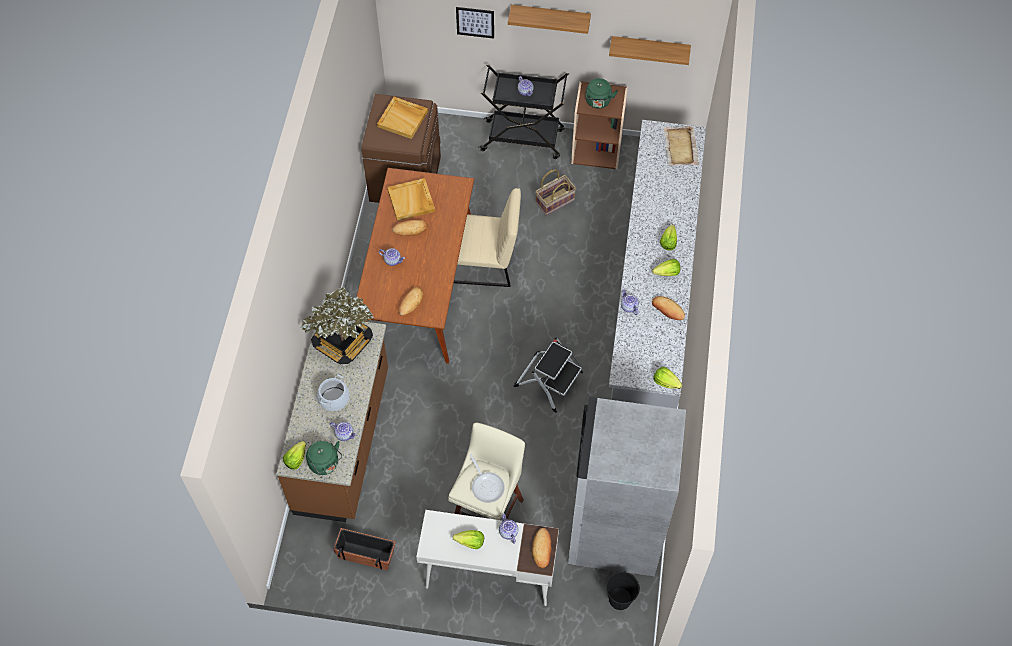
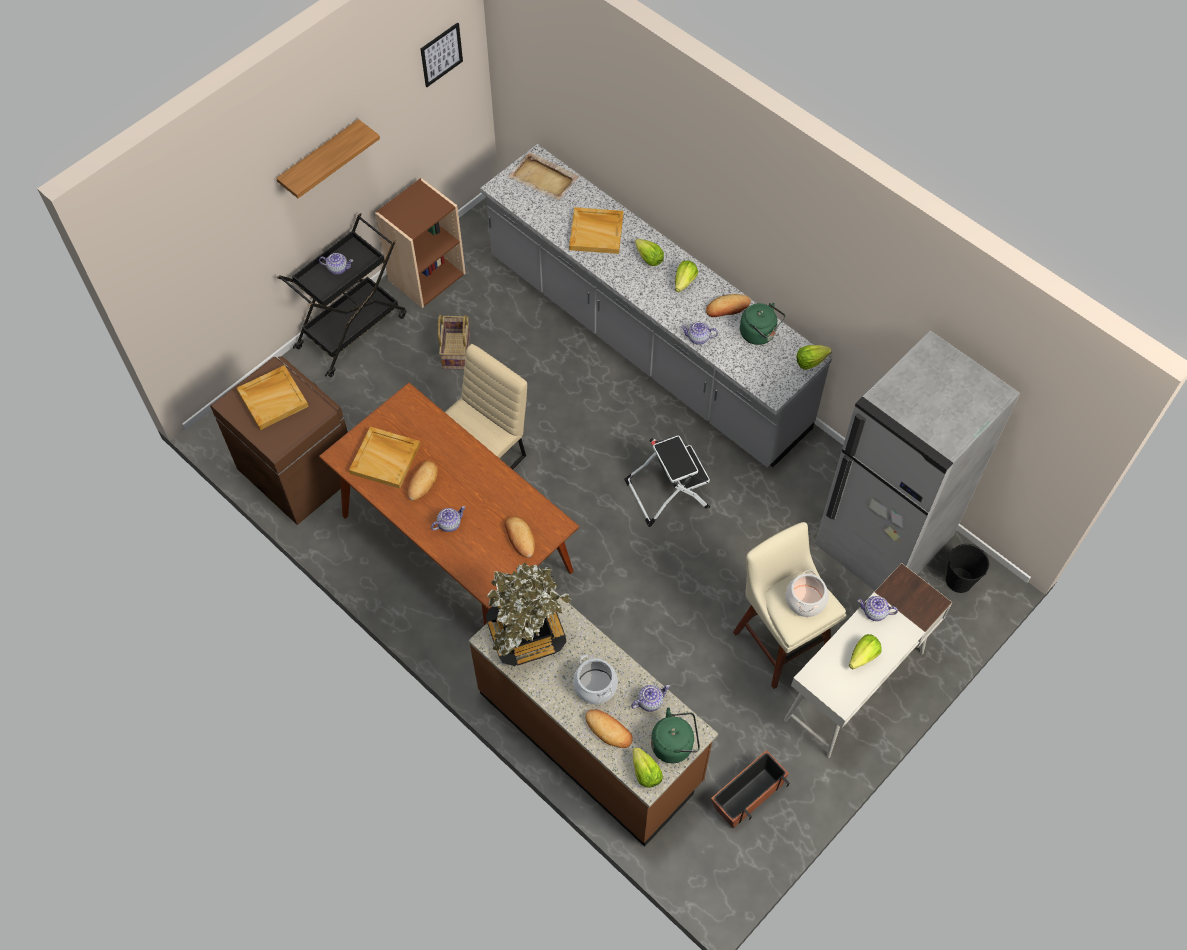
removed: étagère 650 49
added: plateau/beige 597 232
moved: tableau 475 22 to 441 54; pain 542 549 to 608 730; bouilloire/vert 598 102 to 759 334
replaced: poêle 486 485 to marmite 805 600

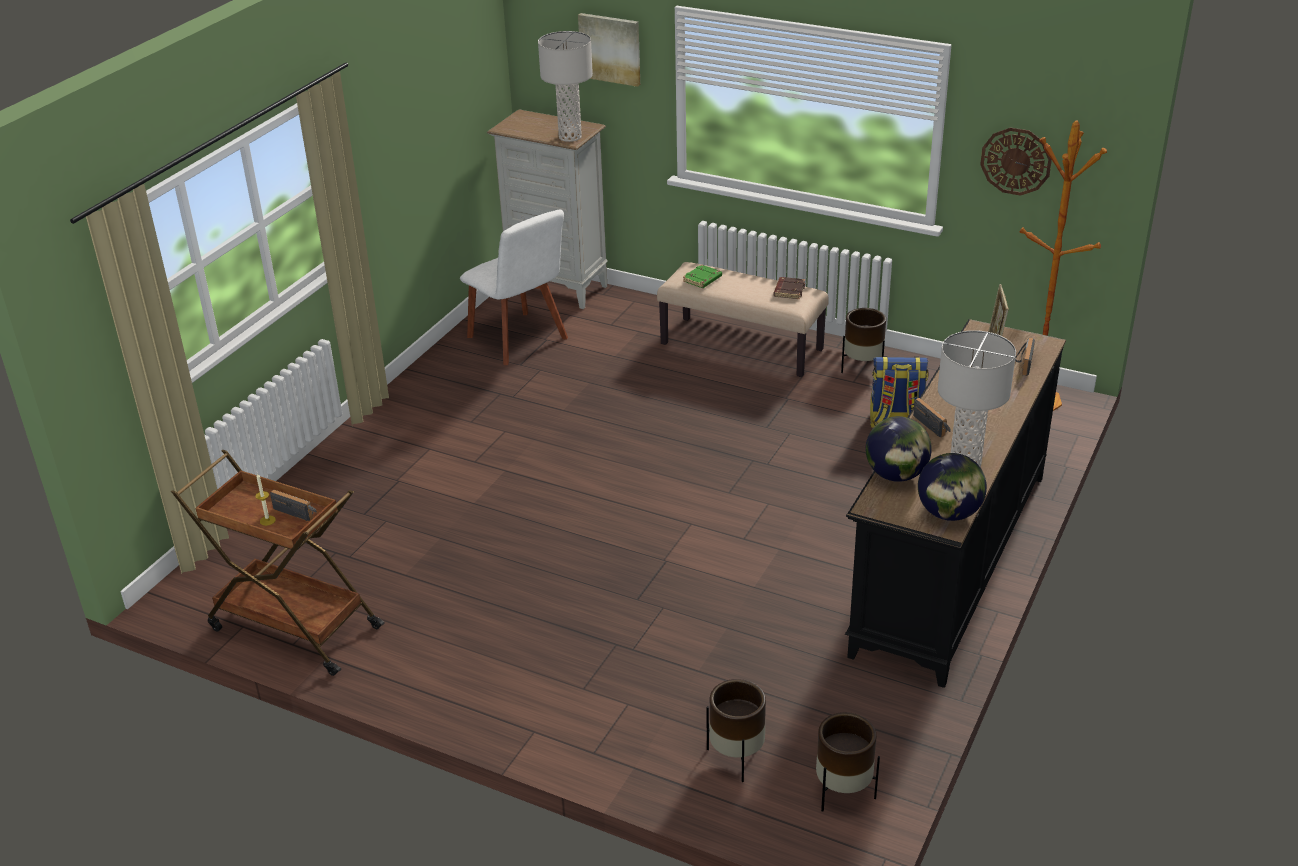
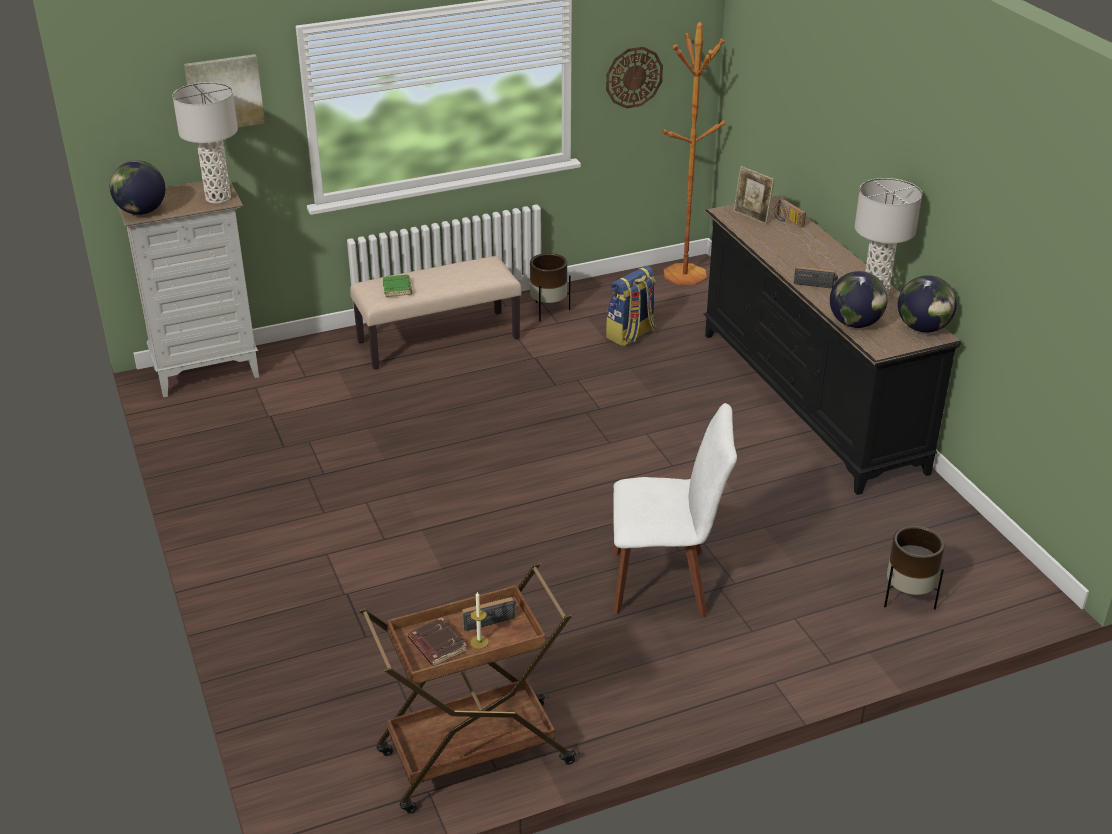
removed: cache-pot/marron 843 793
added: globe 141 211
moved: chaise/blanc 520 340 to 665 582; livre/marron 788 290 to 436 645

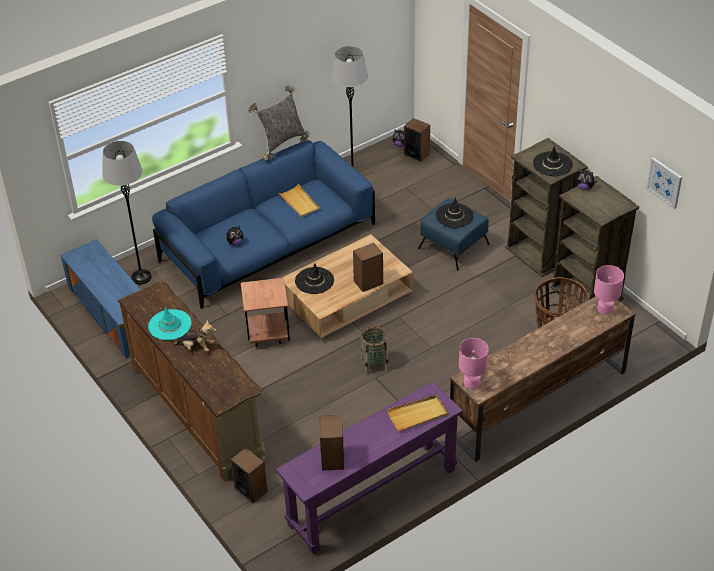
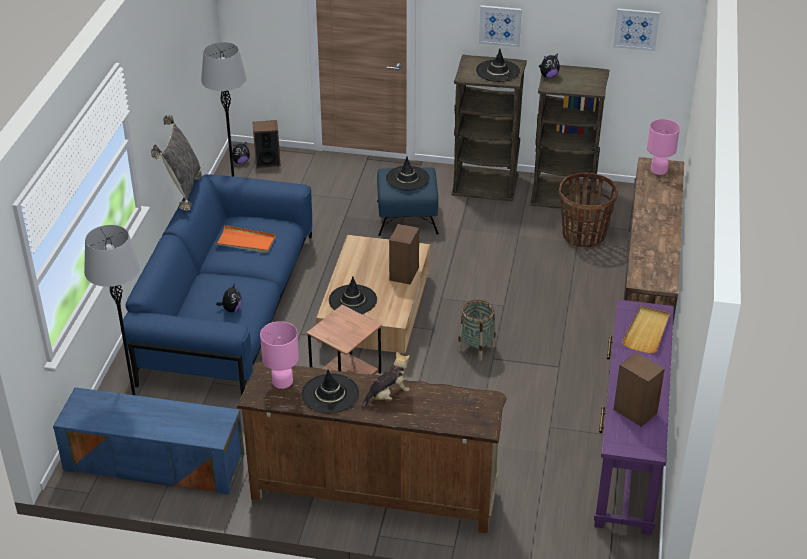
removed: enceinte 251 489
added: tableau 500 25
moved: lampe de table/rose 471 383 to 282 381
recoloured: chapeau/turquoise 170 325 to chapeau/noir 330 394; plateau/beige 299 202 to plateau/orange 246 242

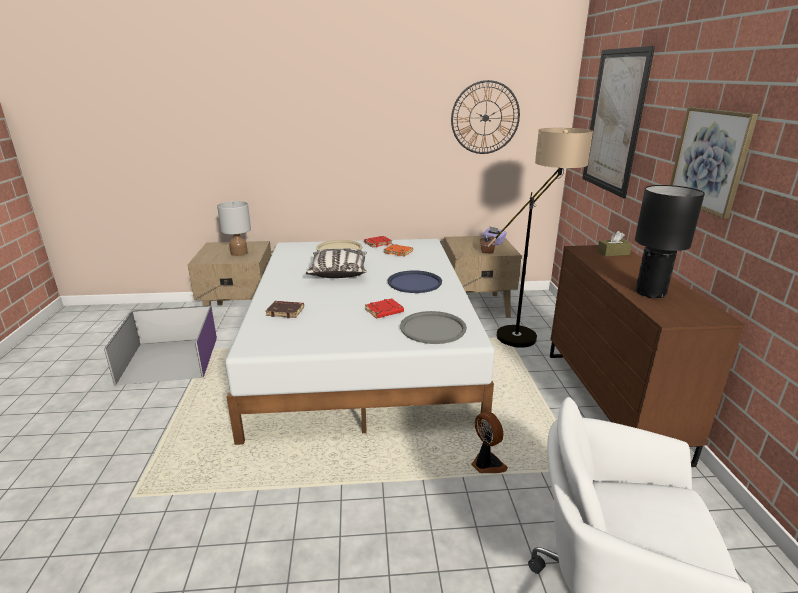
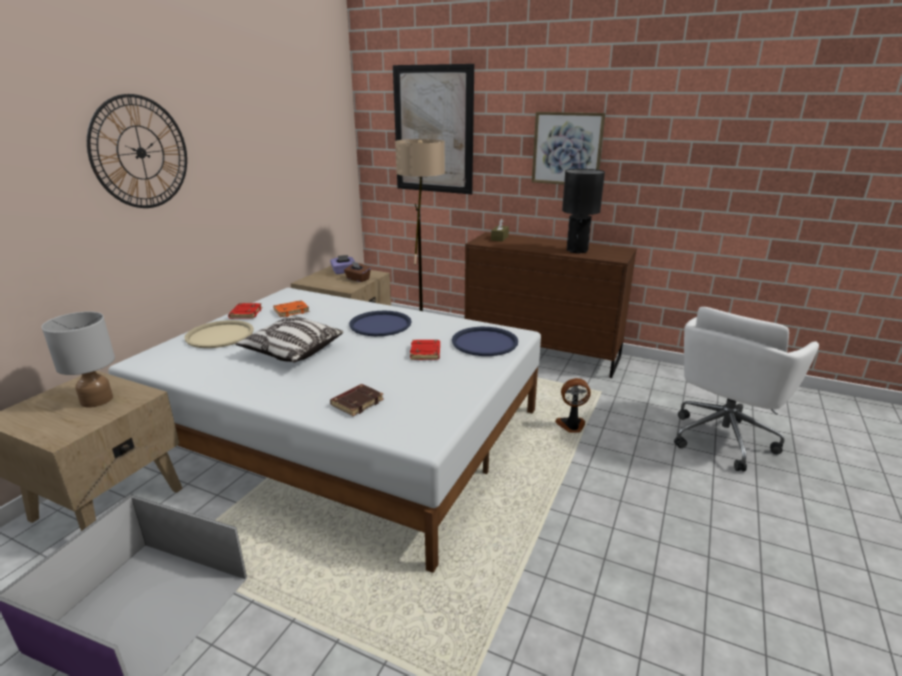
moved: horloge murale 485 118 to 140 152
recoloured: plateau/gris 432 328 to plateau/bleu 484 342

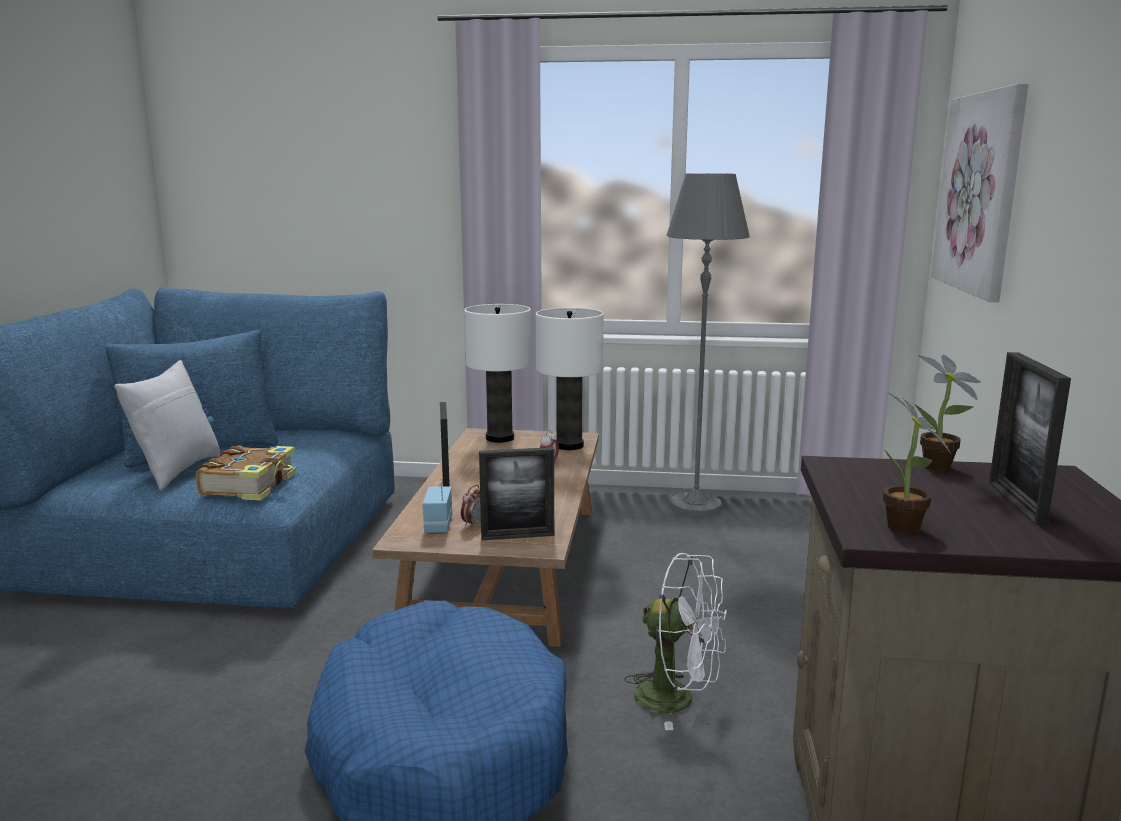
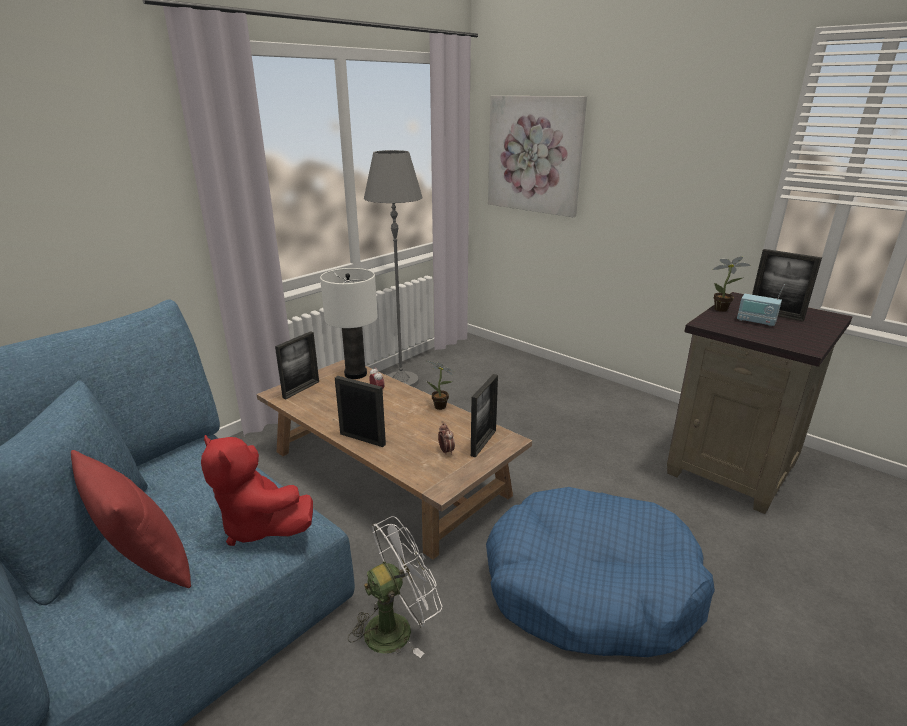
moved: radio 437 526 to 755 322; ventilateur/blanc 677 699 to 397 627; plante en pot 904 530 to 441 407
replaced: livre 251 485 to peluche/rouge 259 526; lampe de table/blanc 500 438 to cadre photo 301 389
recoloured: coussin/gris 177 472 to coussin/rouge 146 565

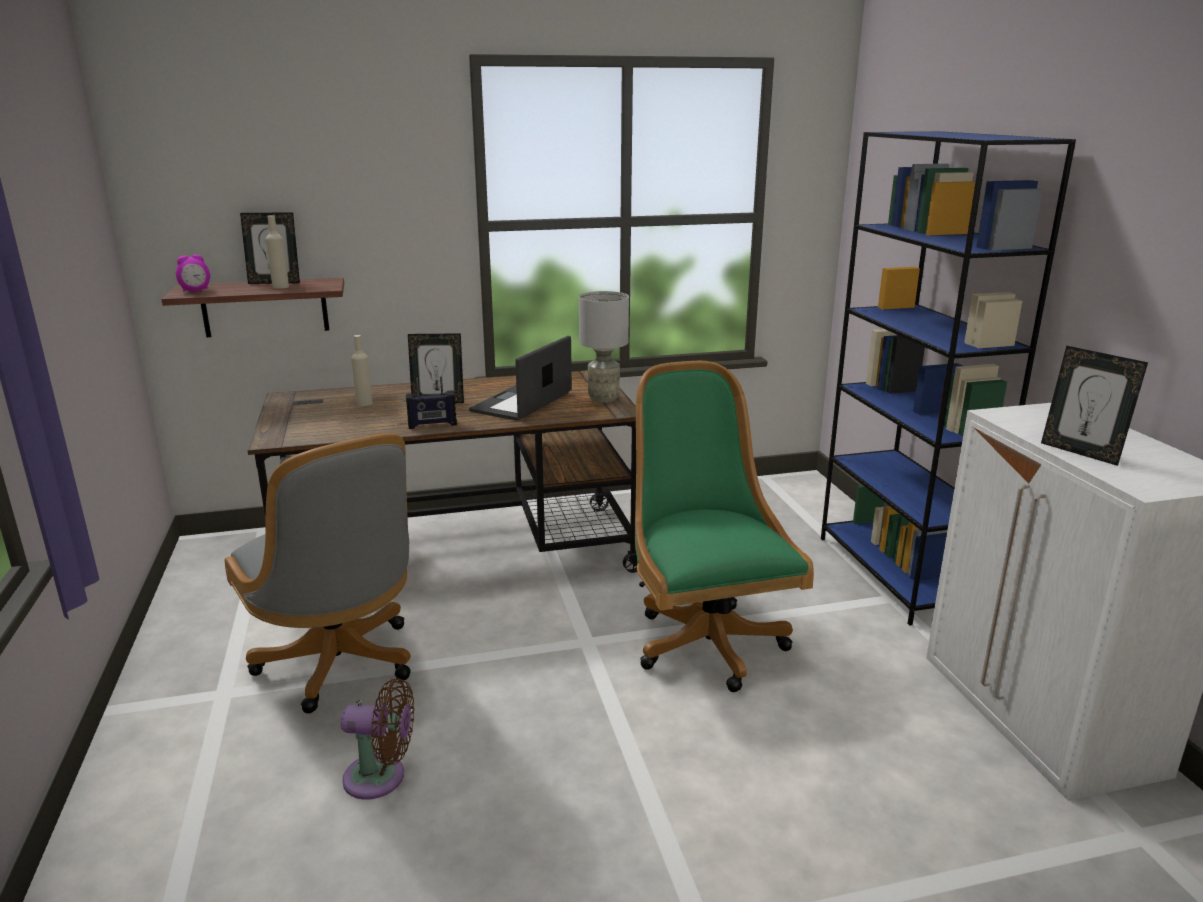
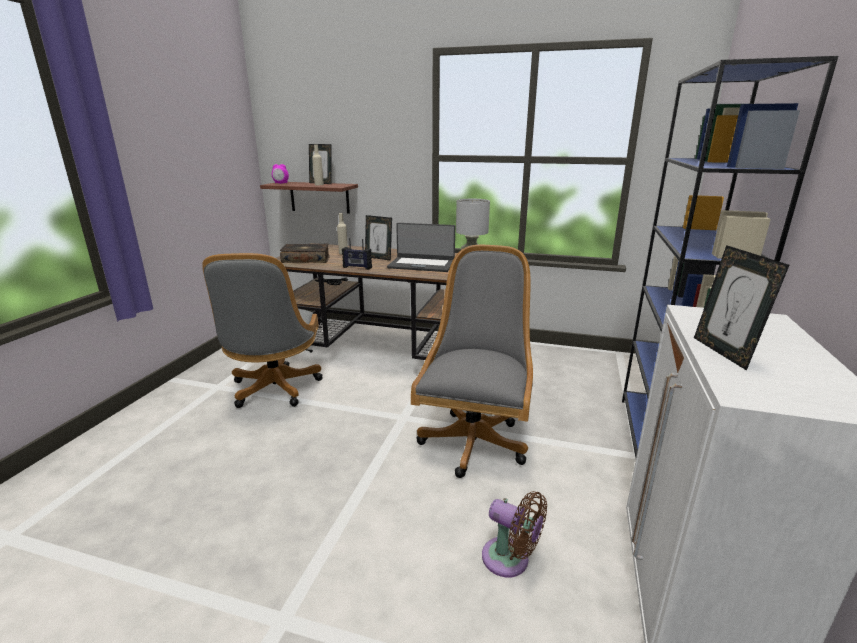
added: livre 306 259
moved: ventilateur/marron 381 777 to 510 560
recoloured: chaise de bureau/vert 703 637 to chaise de bureau/gris 474 437
turned: ordinateur portable 523 402 = 421 265 135 degrees counterclockwise

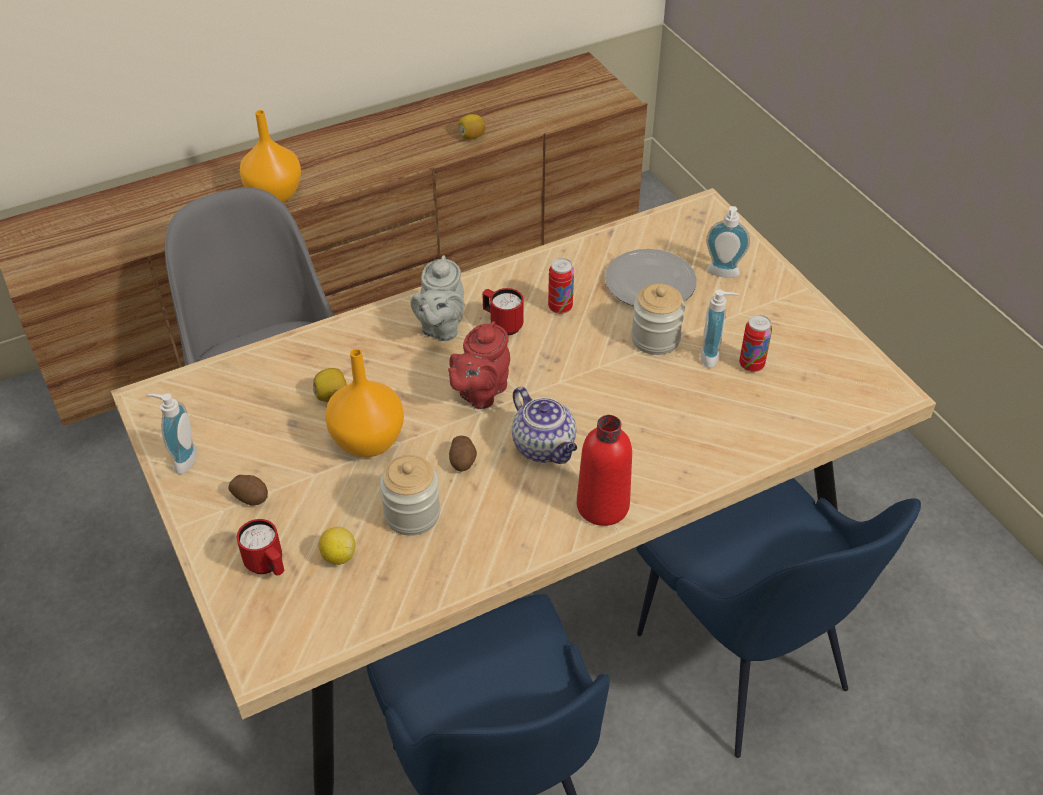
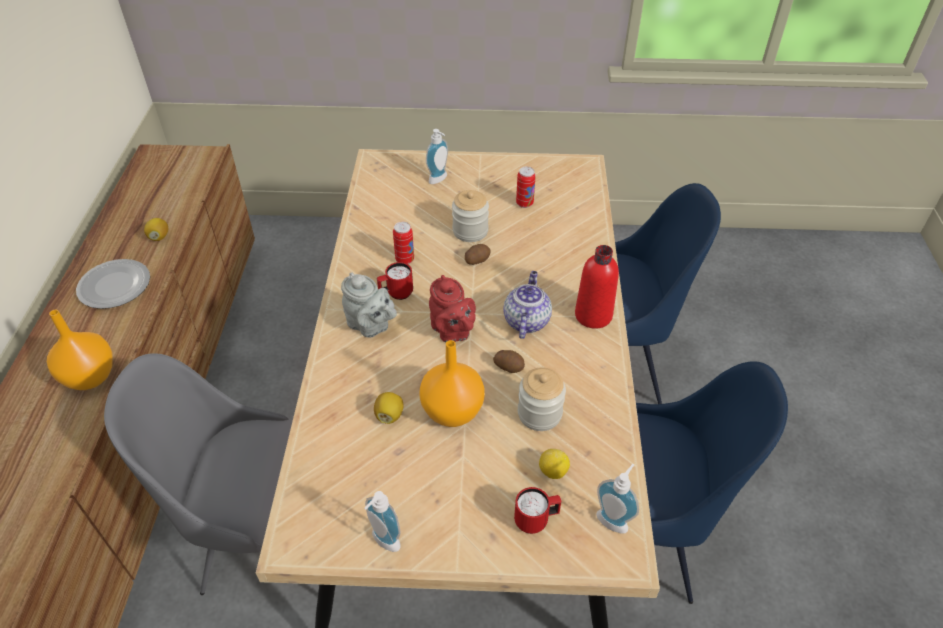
moved: pomme de terre 251 496 to 477 260; assiette 650 283 to 115 286; distributeur de savon 713 356 to 614 519
turned: théière 545 447 = 526 321 75 degrees counterclockwise

